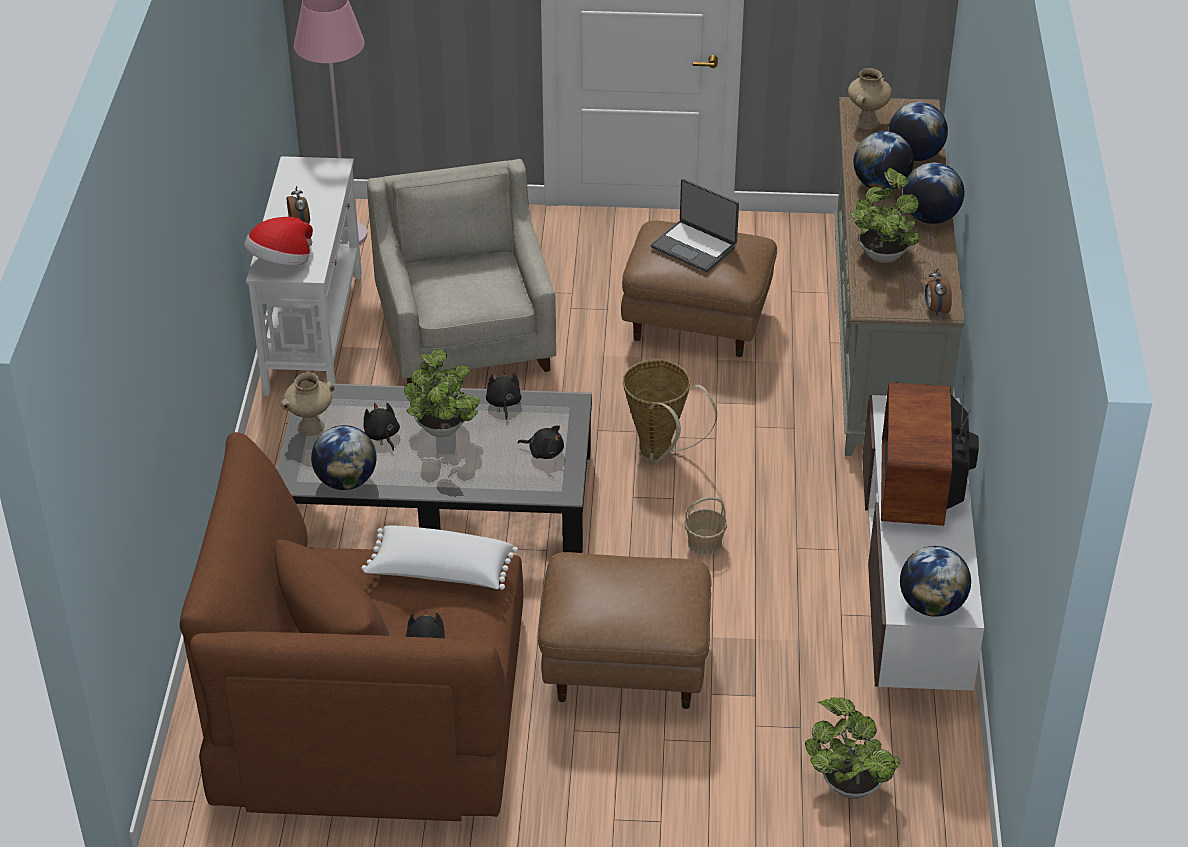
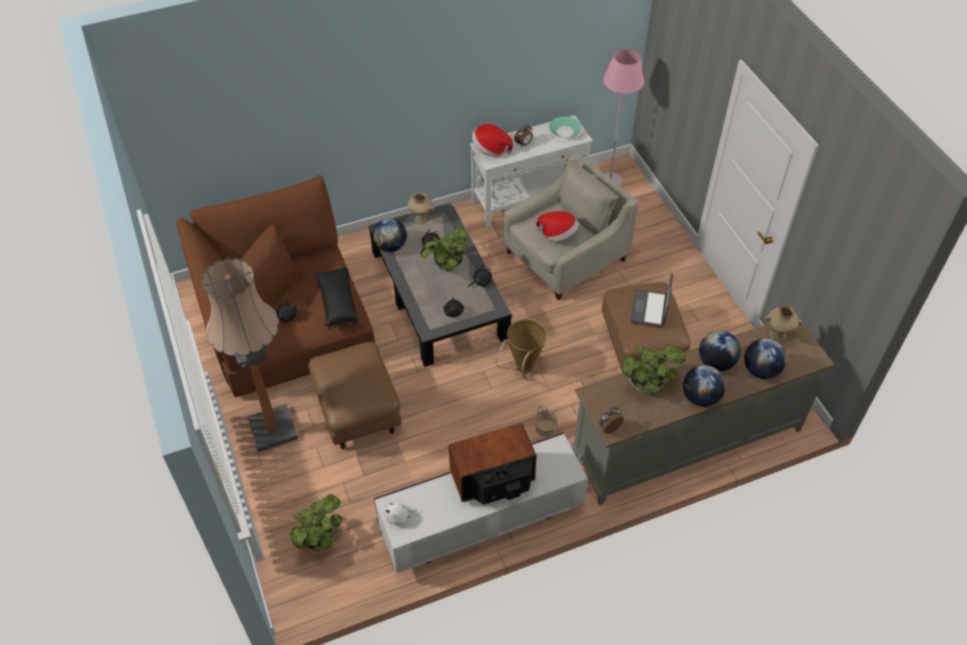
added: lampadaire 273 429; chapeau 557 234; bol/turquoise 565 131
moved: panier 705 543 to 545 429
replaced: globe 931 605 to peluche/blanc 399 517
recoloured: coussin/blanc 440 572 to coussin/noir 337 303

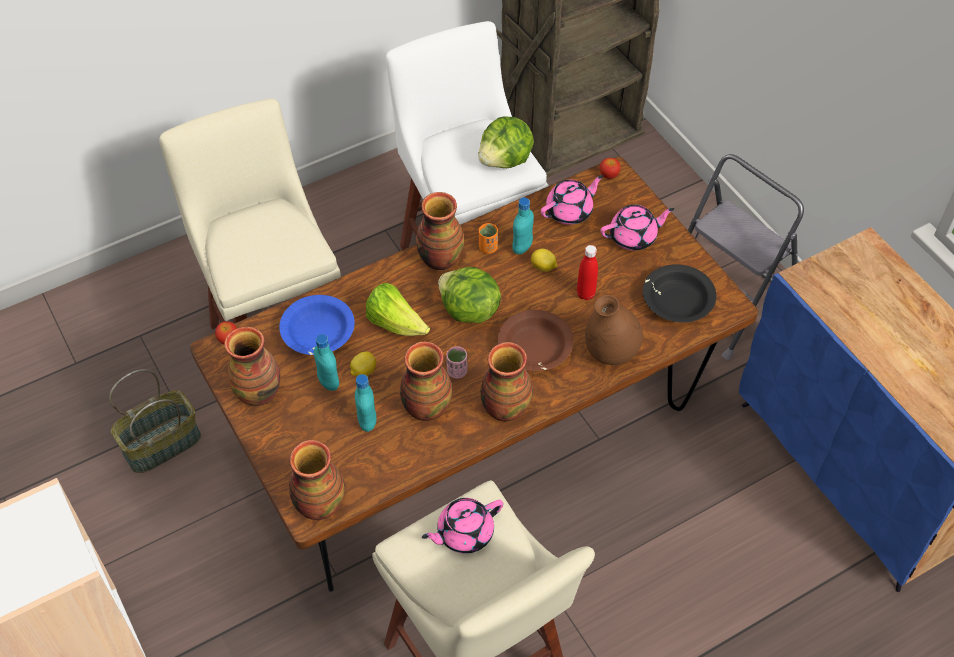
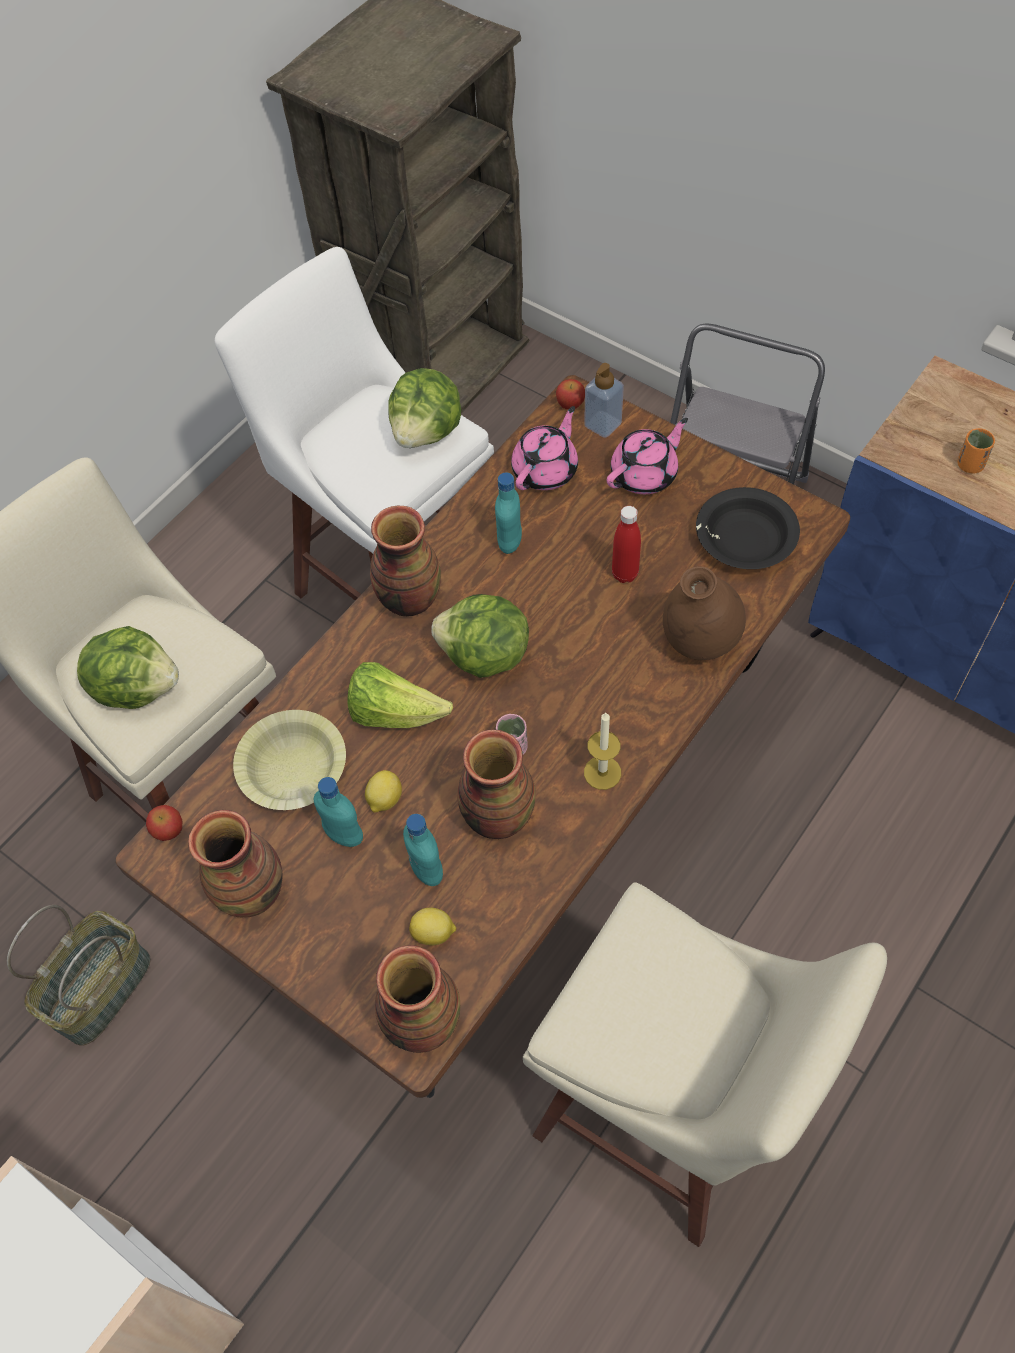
removed: théière/rose 464 533; bol/marron 534 348
added: laitue 137 687; distributeur de savon 603 424
moved: tasse/orange 488 248 to 970 465; citron 543 267 to 434 933
replaced: vase 504 407 to bougie 602 772
recoloured: bol/bleu 318 333 to bol/jaune 293 769

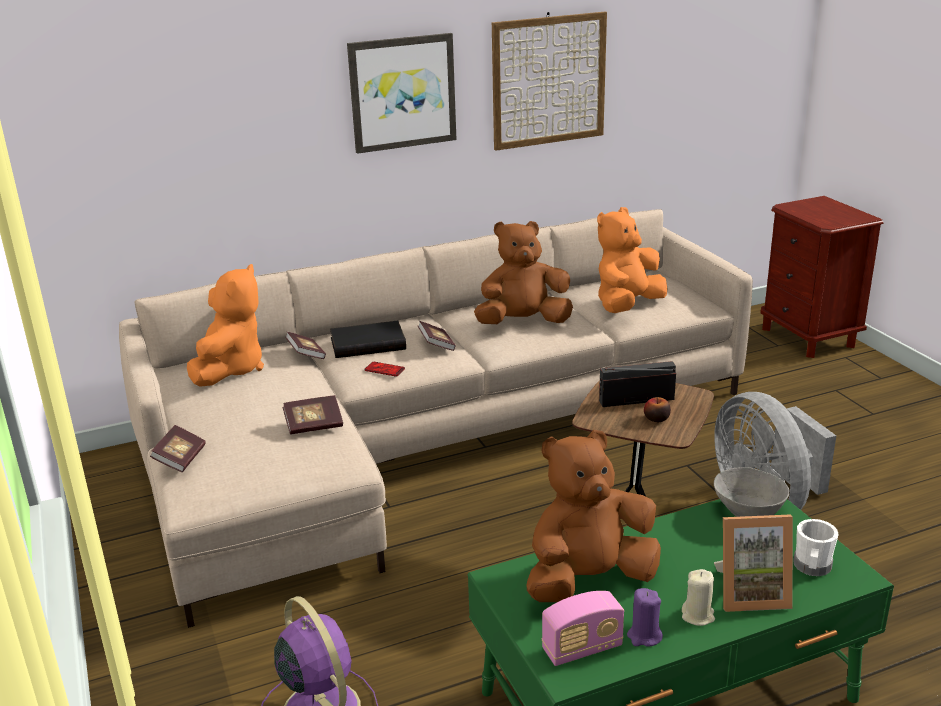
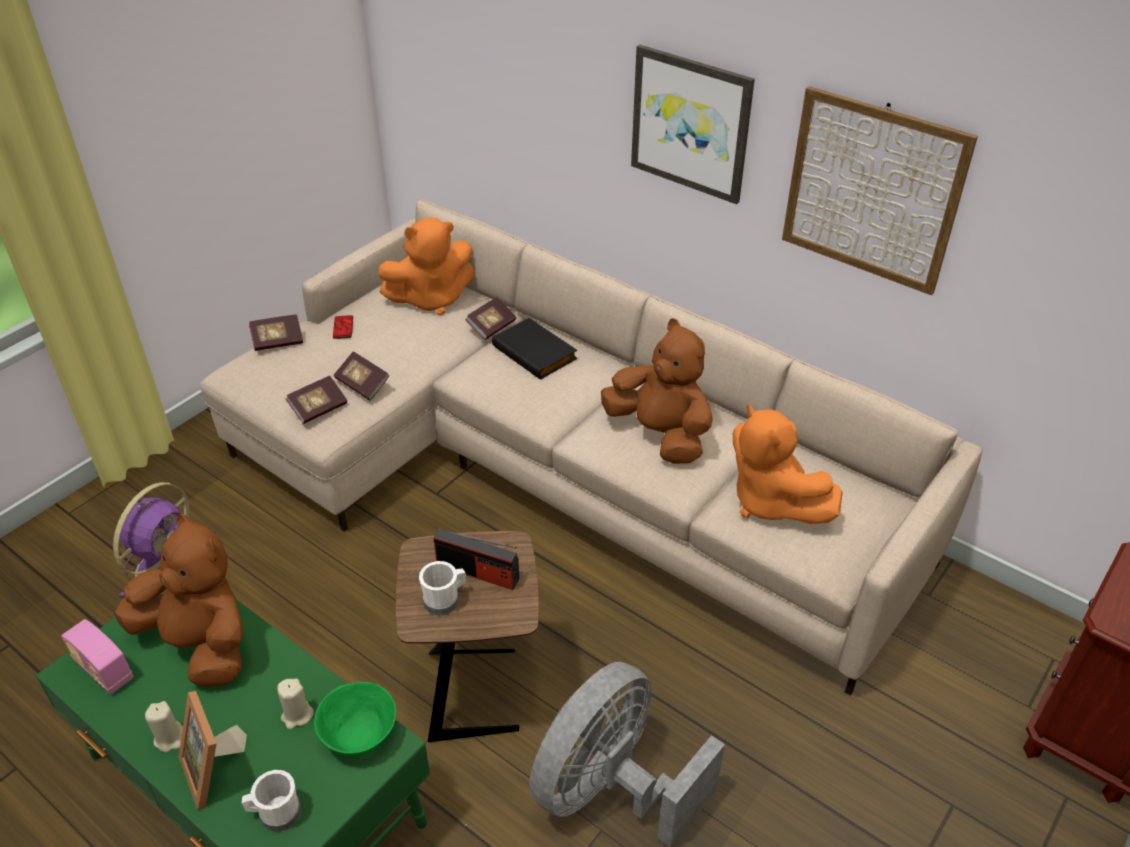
removed: bougie/violet 644 636
added: bougie/beige 297 715
moved: téléphone 384 370 to 343 327; livre 436 345 to 318 408
replaced: pomme 656 419 to mug/blanc 445 600
recoloured: bol/gris 749 511 to bol/vert 360 736
turned: peluche/orange 627 306 = 771 501 135 degrees counterclockwise; radio 636 400 = 478 572 150 degrees clockwise

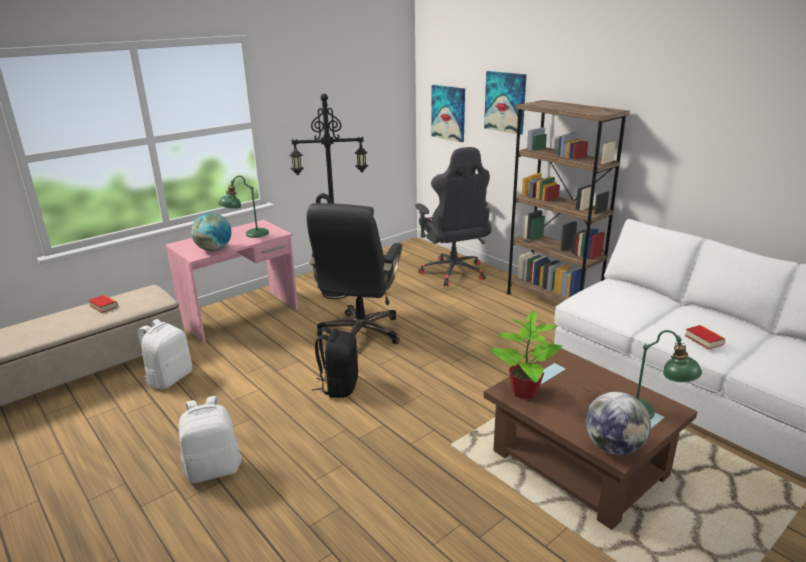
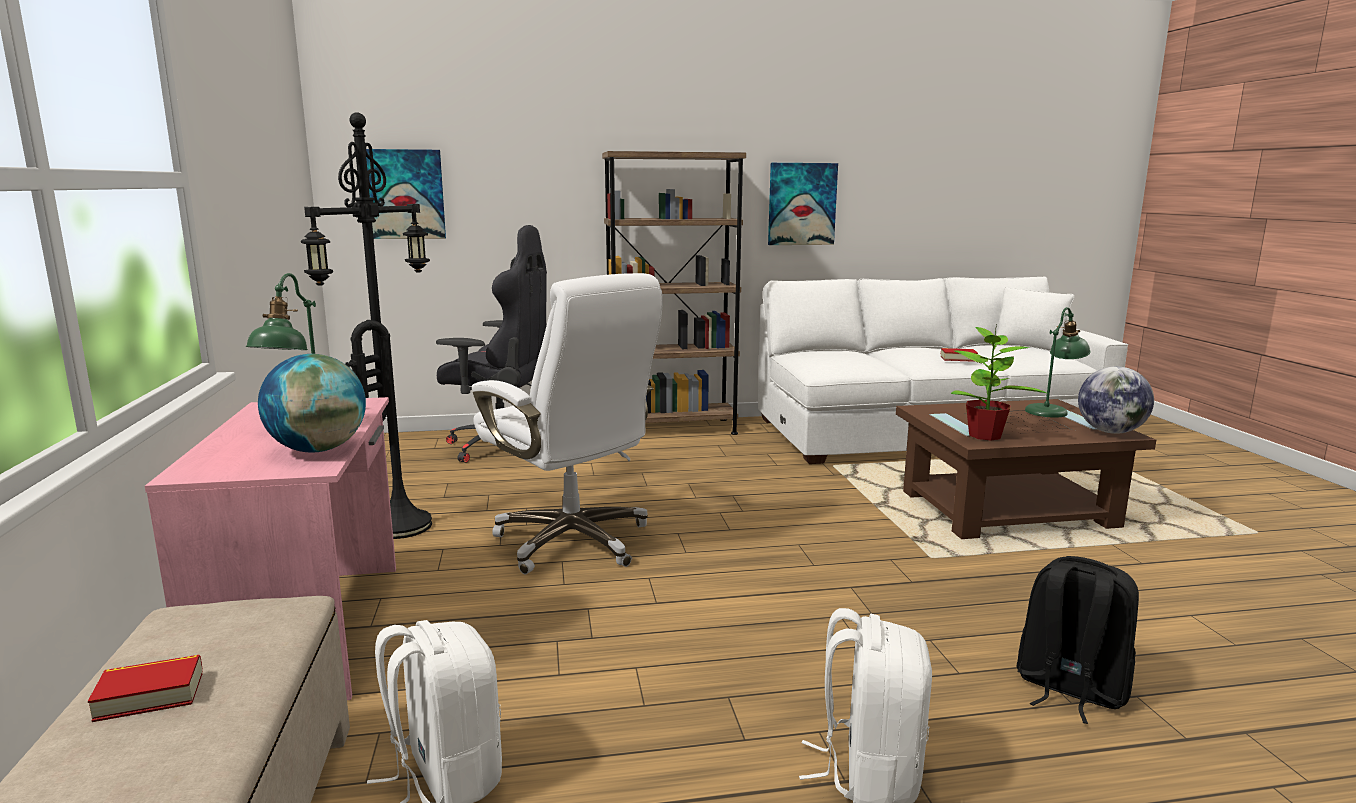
moved: sac à dos/noir 339 386 to 1069 689; tableau 505 102 to 801 204
recoloured: chaise de bureau/noir 361 331 to chaise de bureau/blanc 569 540

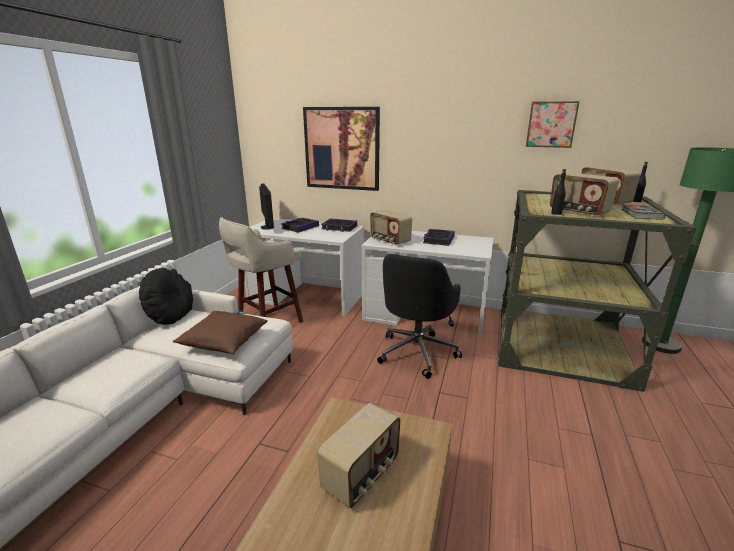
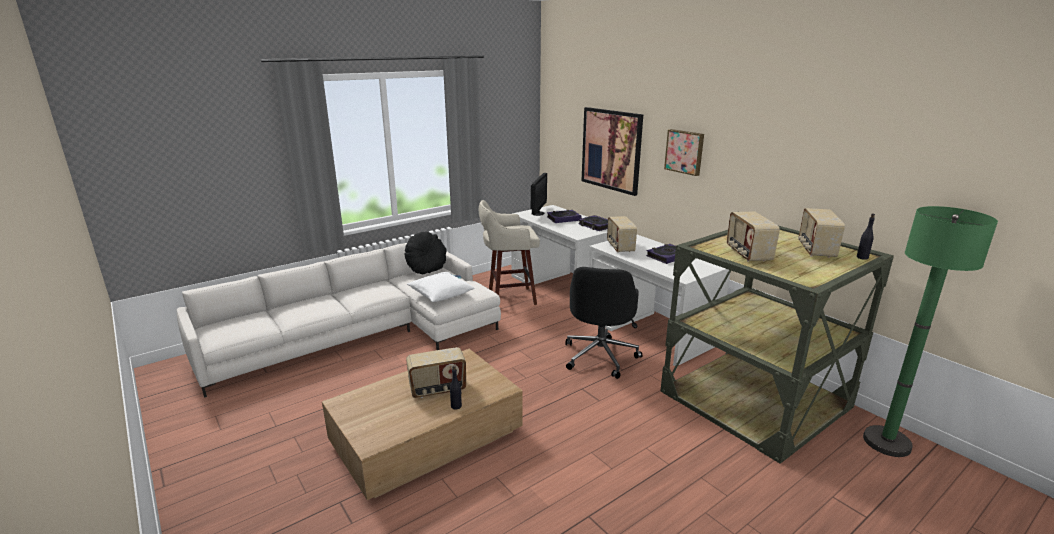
removed: livre 641 214
moved: tableau 551 124 to 685 151; bouteille/noir 556 213 to 456 406
recoloured: coussin/marron 224 342 to coussin/blanc 441 295
turned: chaise de bureau/noir 417 353 = 600 357 45 degrees counterclockwise

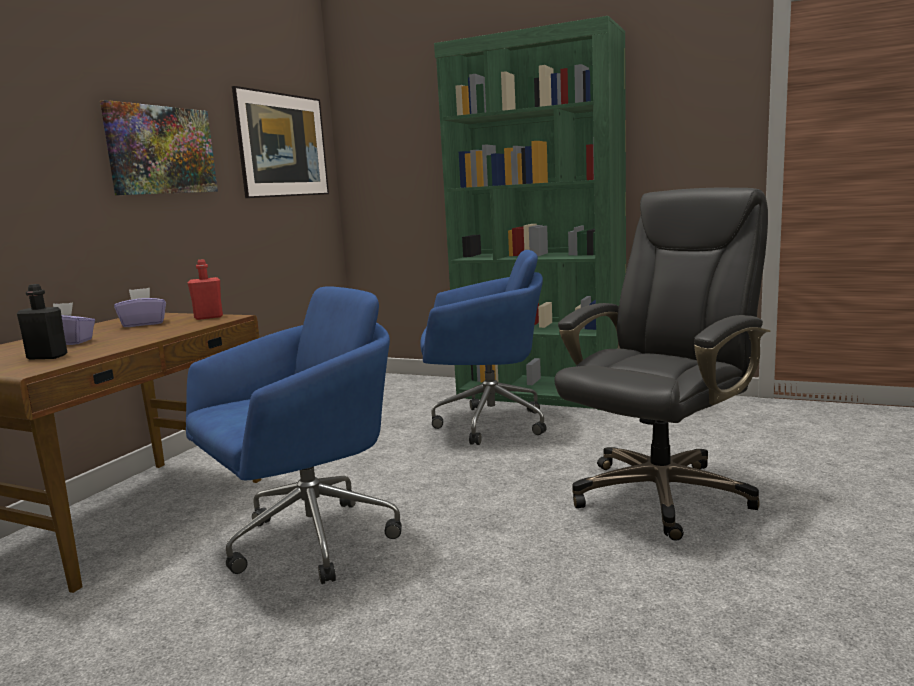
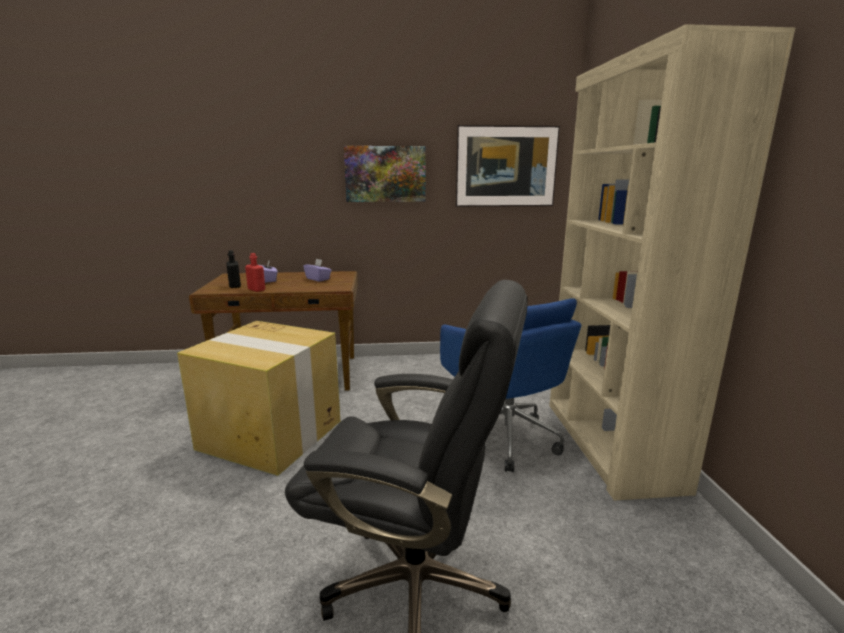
moved: bouteille/rouge 208 317 to 256 289
replaced: chaise de bureau/bleu 306 545 to carton 272 435
recoloured: bibliothèque/vert 541 394 to bibliothèque/beige 609 444

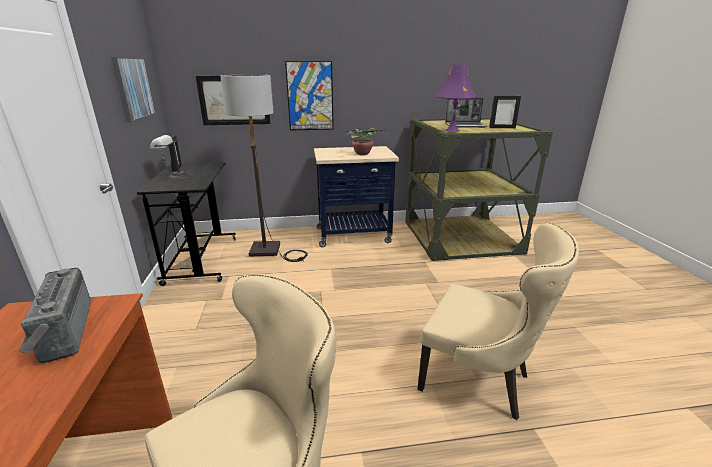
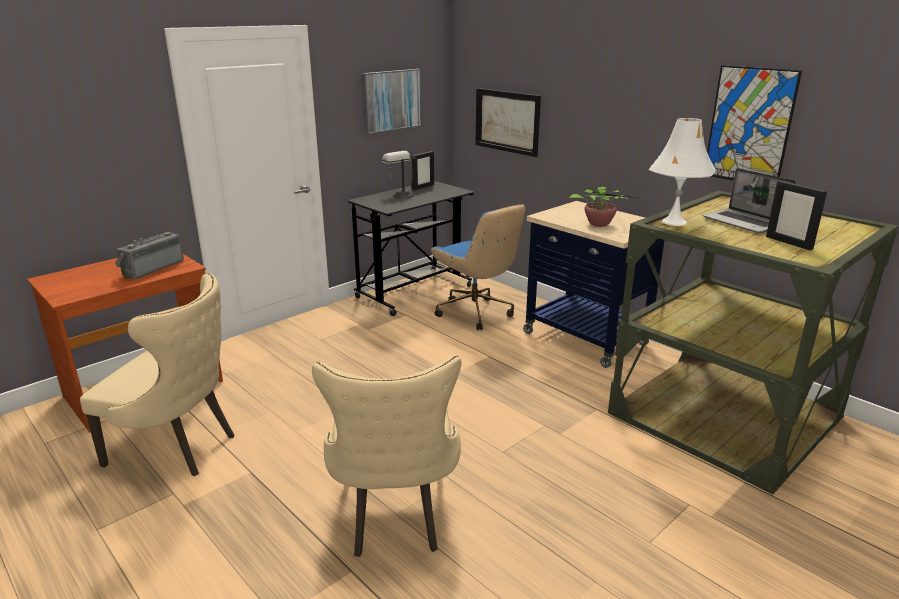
moved: tableau 310 96 to 749 126
replaced: lampadaire 274 252 to chaise de bureau/bleu 476 314
recoloured: lampe de table/violet 452 130 to lampe de table/blanc 674 222

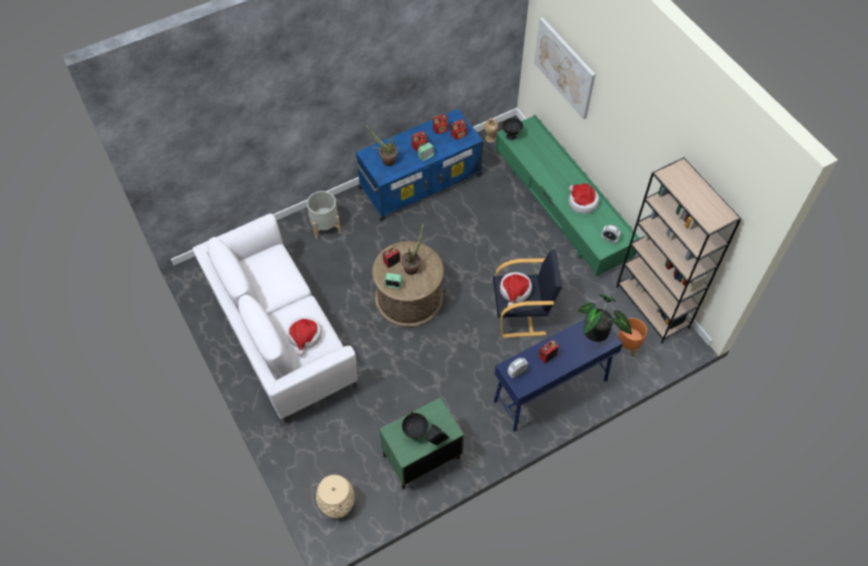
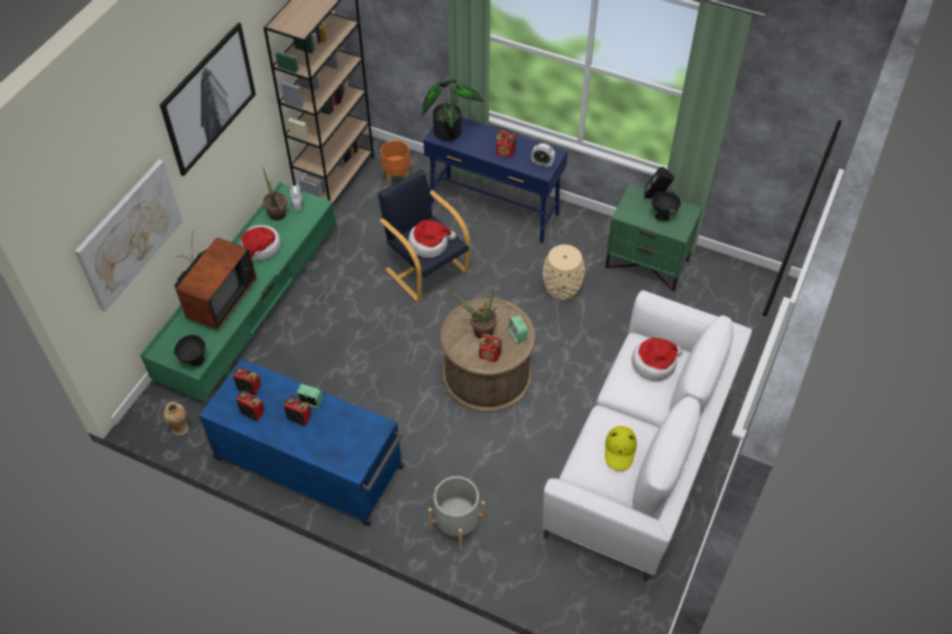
added: tableau 209 98; téléviseur 217 300; chapeau/jaune 620 450
moved: tabouret/beige 337 504 to 562 288; plante en pot 386 160 to 278 217

